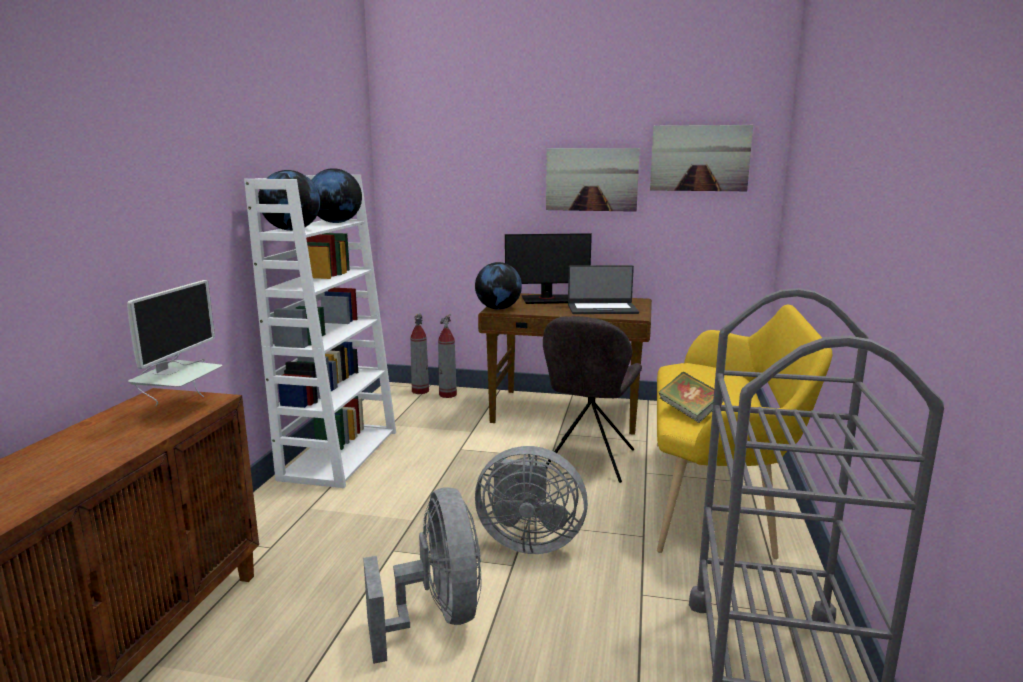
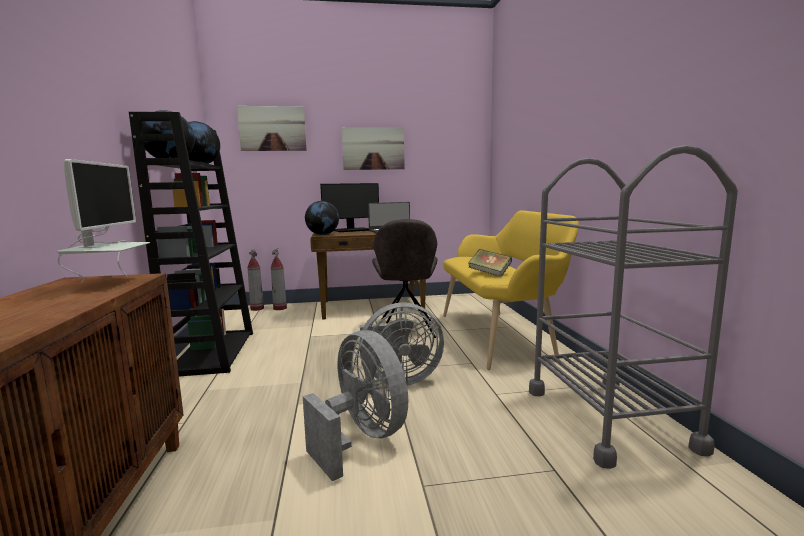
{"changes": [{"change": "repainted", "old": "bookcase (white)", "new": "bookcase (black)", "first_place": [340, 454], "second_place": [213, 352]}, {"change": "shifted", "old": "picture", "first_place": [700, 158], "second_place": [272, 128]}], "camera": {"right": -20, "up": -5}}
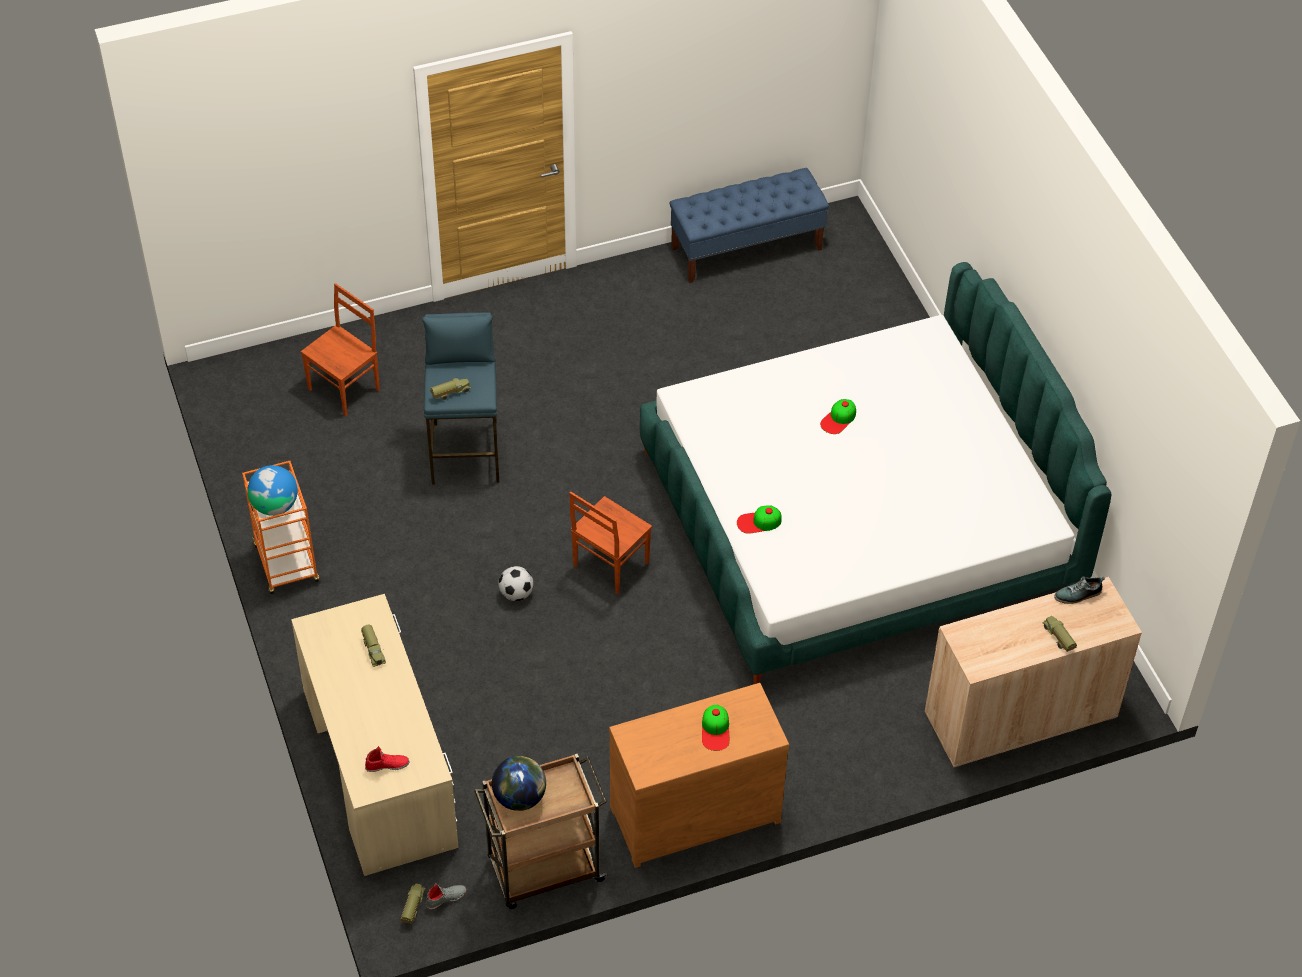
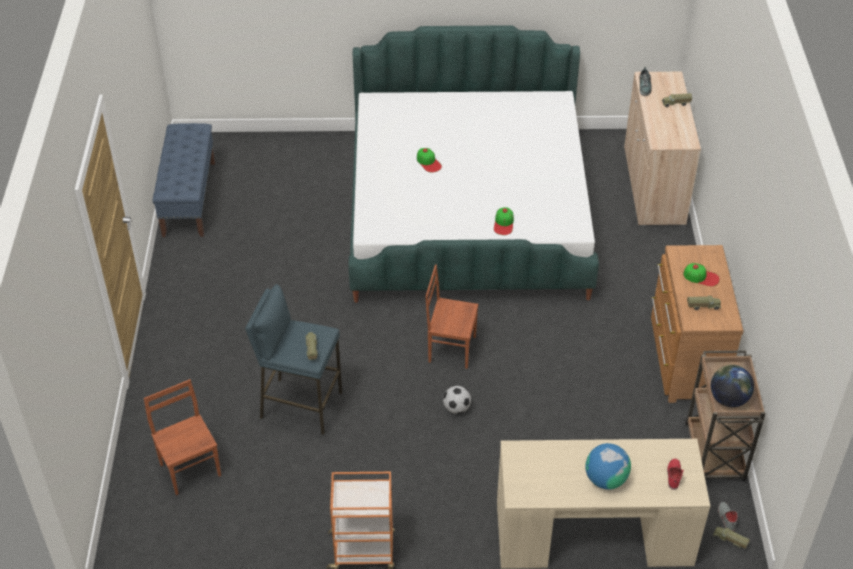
{"changes": [{"change": "rotated", "old": "chair (brown)", "first_place": [609, 564], "second_place": [451, 348], "degrees": 135}, {"change": "shifted", "old": "globe", "first_place": [275, 505], "second_place": [605, 479]}, {"change": "shifted", "old": "toy truck", "first_place": [374, 650], "second_place": [703, 306]}], "camera": {"right": -70, "up": -5}}
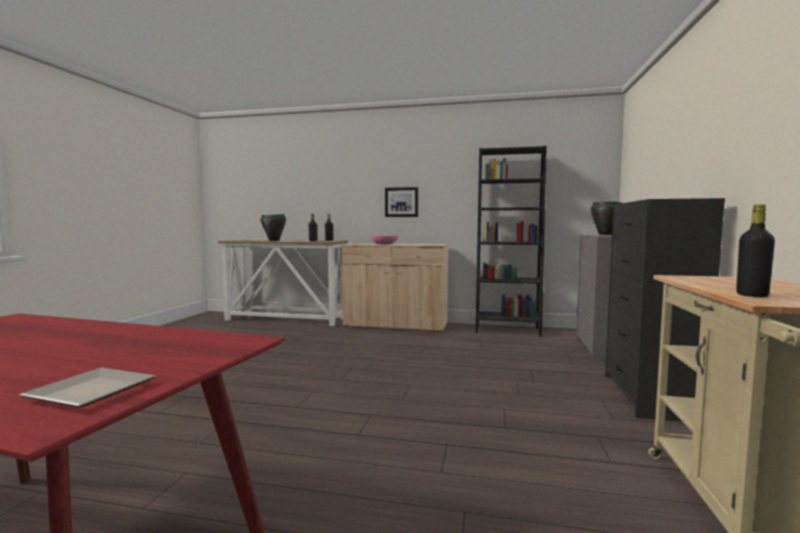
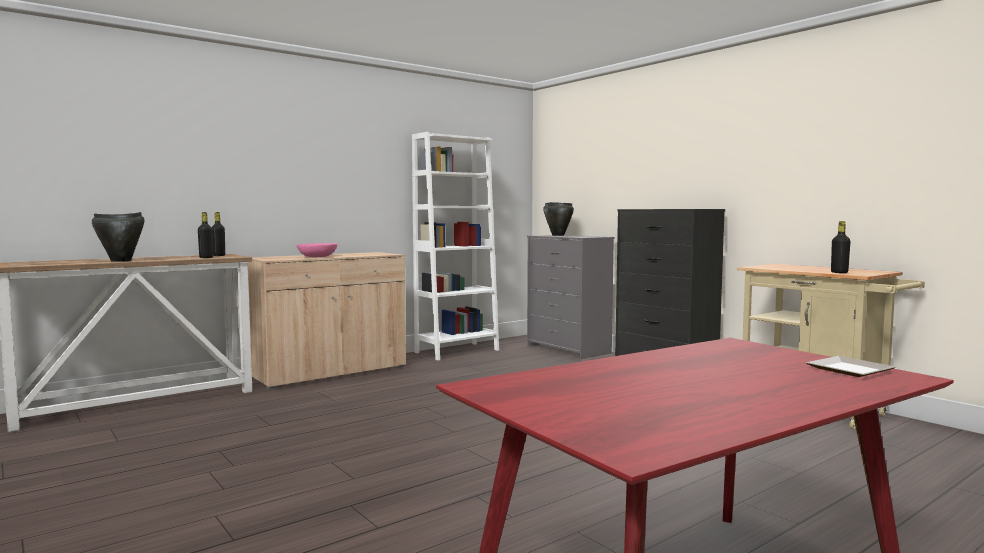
{"changes": [{"change": "repainted", "old": "bookcase (black)", "new": "bookcase (white)", "first_place": [507, 330], "second_place": [457, 351]}, {"change": "gone", "old": "picture", "first_place": [401, 202]}], "camera": {"right": -50, "up": 0}}
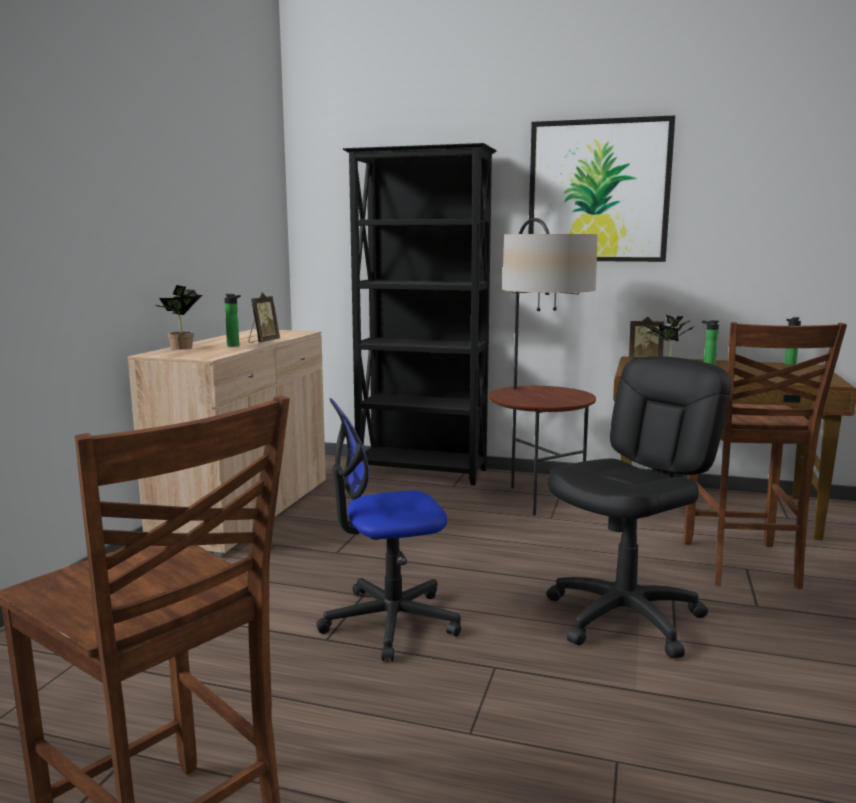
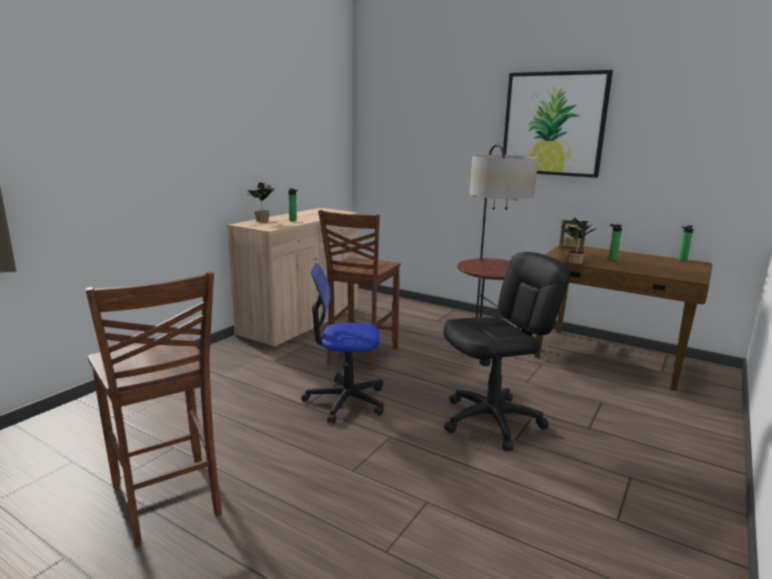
{"changes": [{"change": "shifted", "old": "chair (brown)", "first_place": [741, 565], "second_place": [360, 355]}, {"change": "gone", "old": "picture frame", "first_place": [263, 342]}, {"change": "gone", "old": "bookcase (black)", "first_place": [422, 472]}], "camera": {"right": 15, "up": 5}}
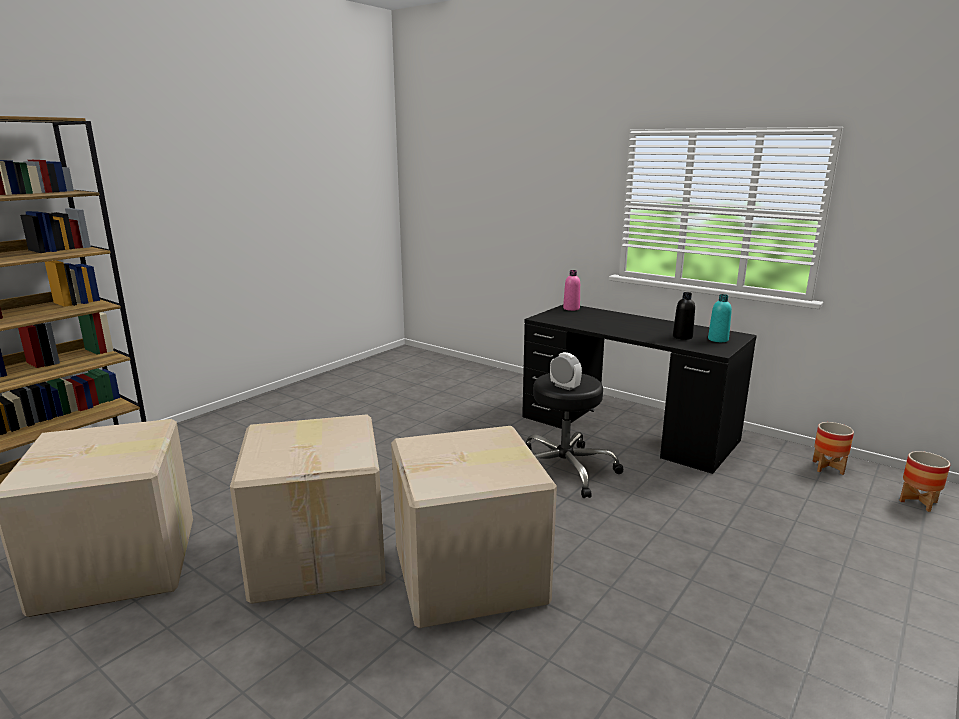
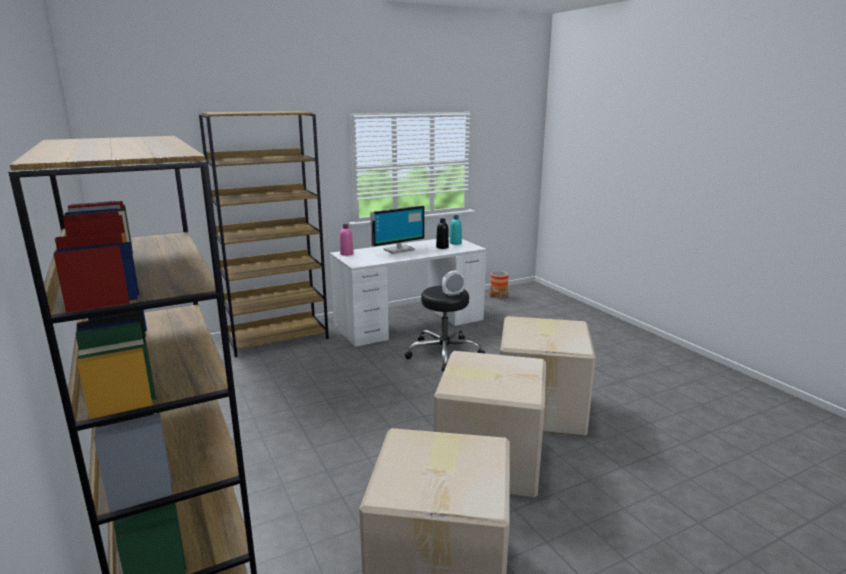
{"changes": [{"change": "new", "new": "bookcase (brown)", "second_place": [278, 338]}, {"change": "repainted", "old": "desk (black)", "new": "desk (white)", "first_place": [627, 428], "second_place": [410, 322]}, {"change": "new", "new": "monitor", "second_place": [398, 249]}, {"change": "gone", "old": "planter", "first_place": [918, 501]}], "camera": {"right": -65, "up": 0}}
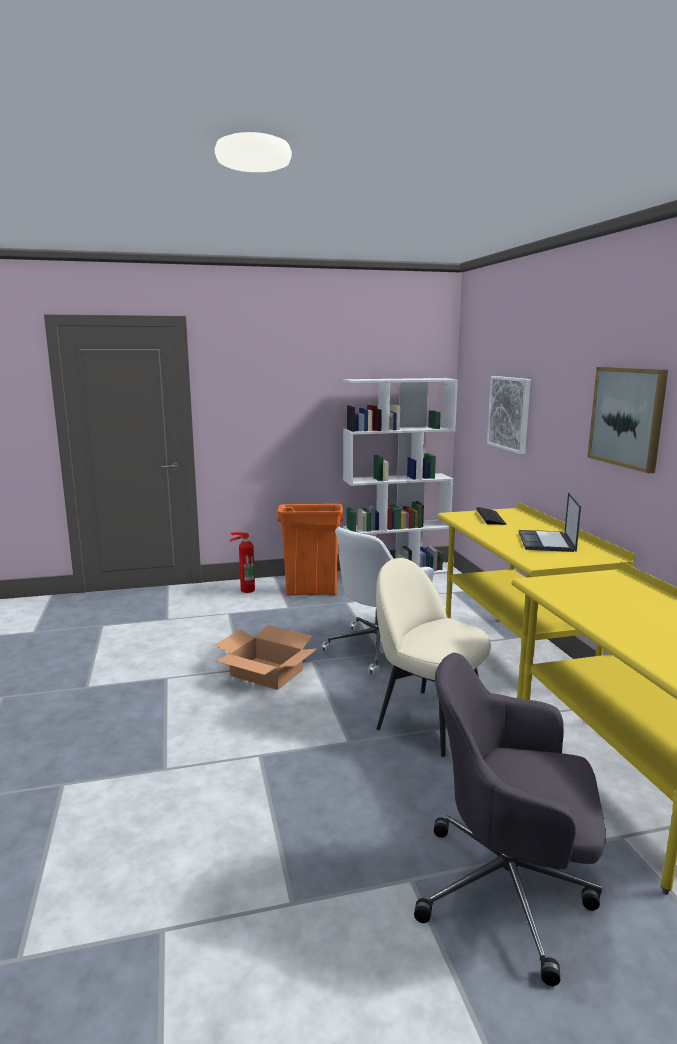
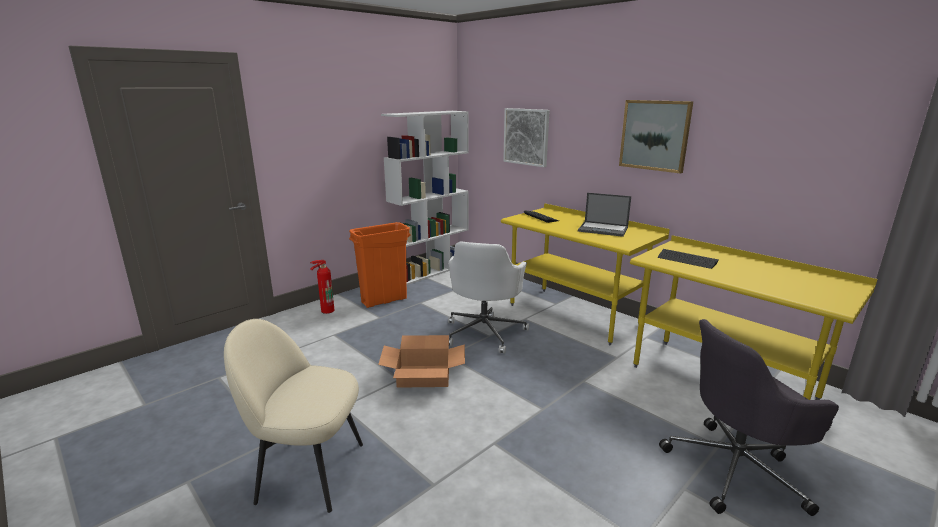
{"changes": [{"change": "shifted", "old": "chair (beige)", "first_place": [428, 720], "second_place": [308, 471]}, {"change": "rotated", "old": "laptop", "first_place": [546, 542], "second_place": [603, 229], "degrees": -45}, {"change": "new", "new": "keyboard", "second_place": [686, 260]}], "camera": {"right": -30, "up": 5}}
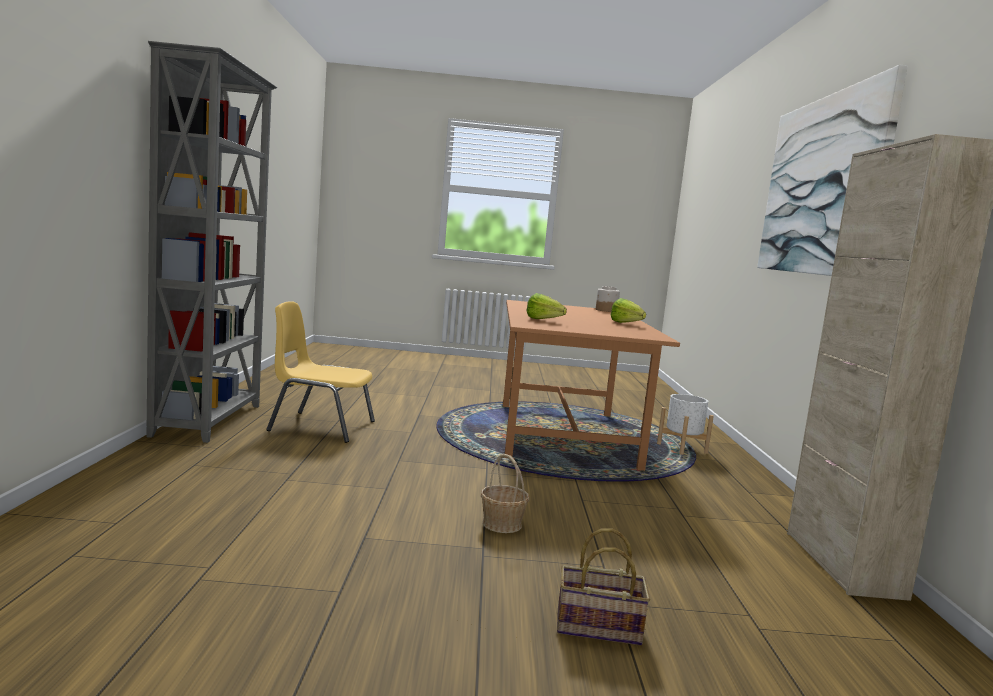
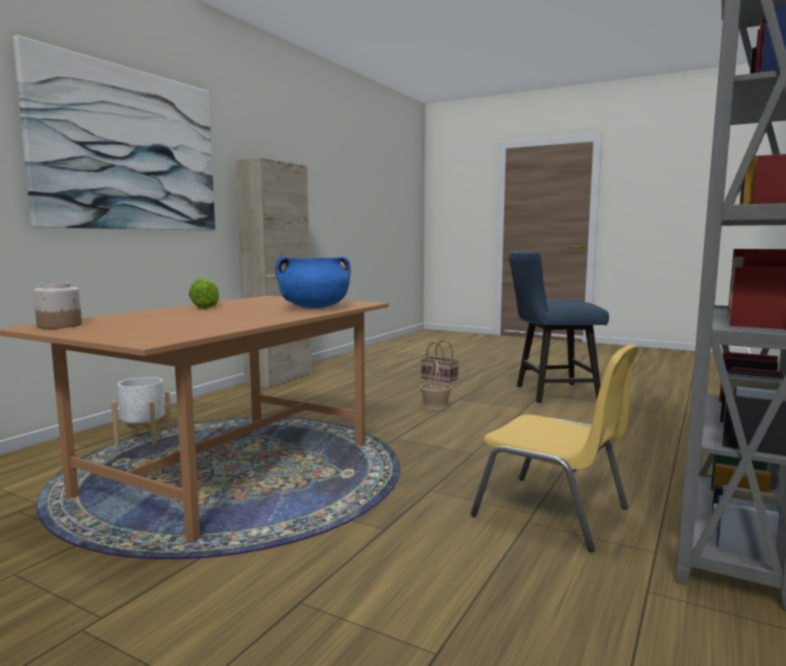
{"changes": [{"change": "swapped", "old": "lettuce", "new": "cooking pot (blue)", "first_place": [546, 320], "second_place": [314, 307]}, {"change": "new", "new": "chair (blue)", "second_place": [550, 393]}], "camera": {"right": -150, "up": 0}}
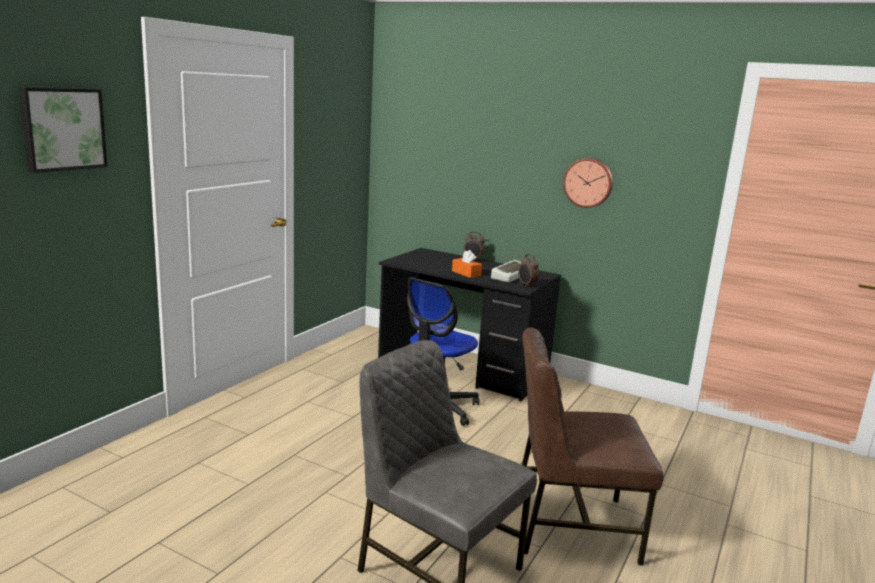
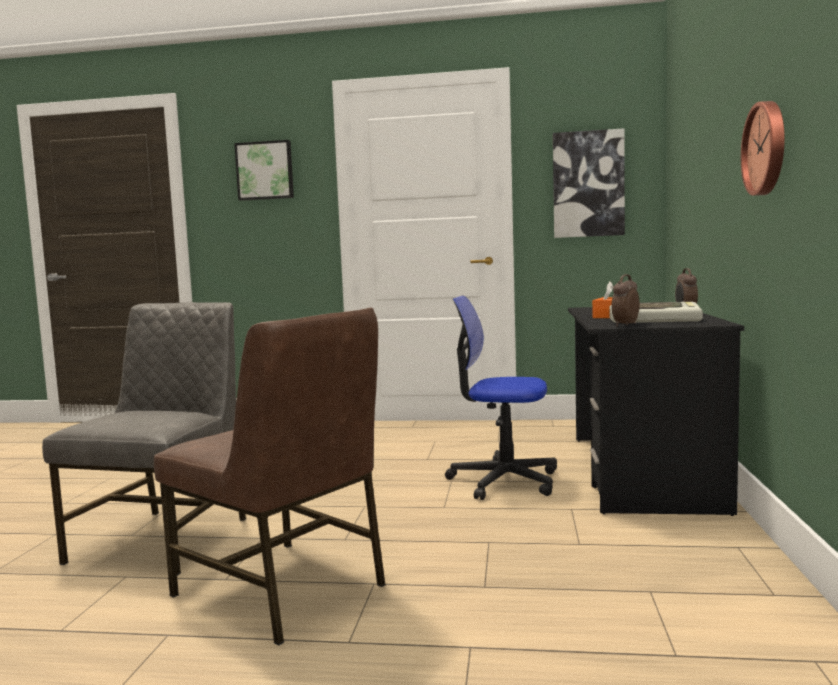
{"changes": [{"change": "rotated", "old": "chair (brown)", "first_place": [571, 526], "second_place": [283, 590], "degrees": 150}, {"change": "new", "new": "picture", "second_place": [588, 184]}], "camera": {"right": 70, "up": -10}}
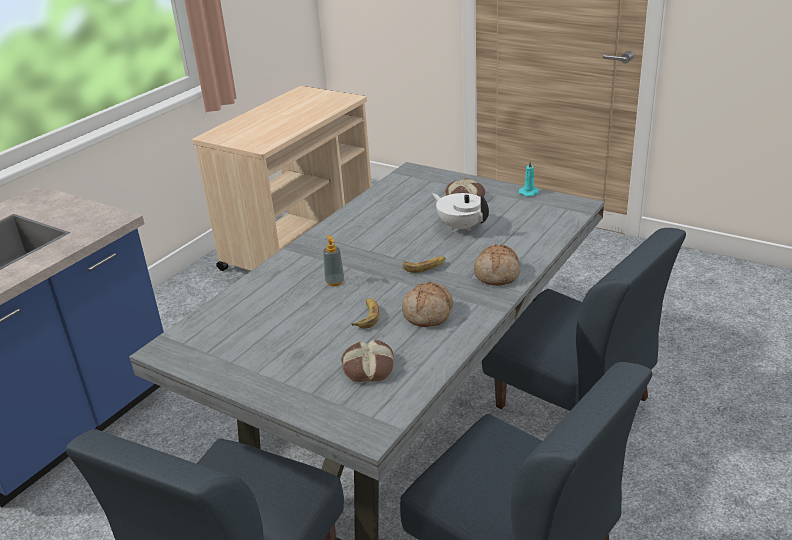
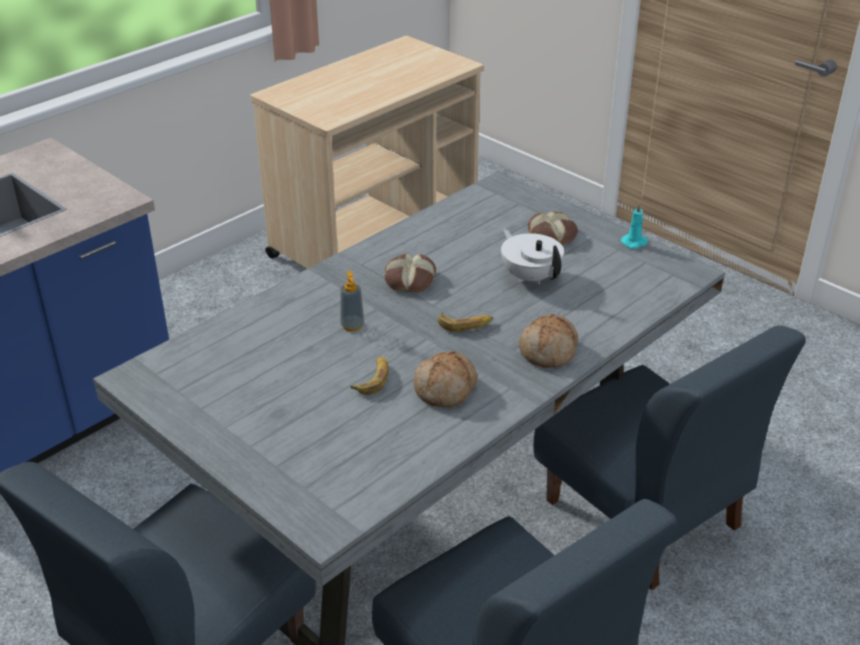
{"changes": [{"change": "shifted", "old": "bread", "first_place": [368, 367], "second_place": [409, 279]}], "camera": {"right": 10, "up": 5}}
